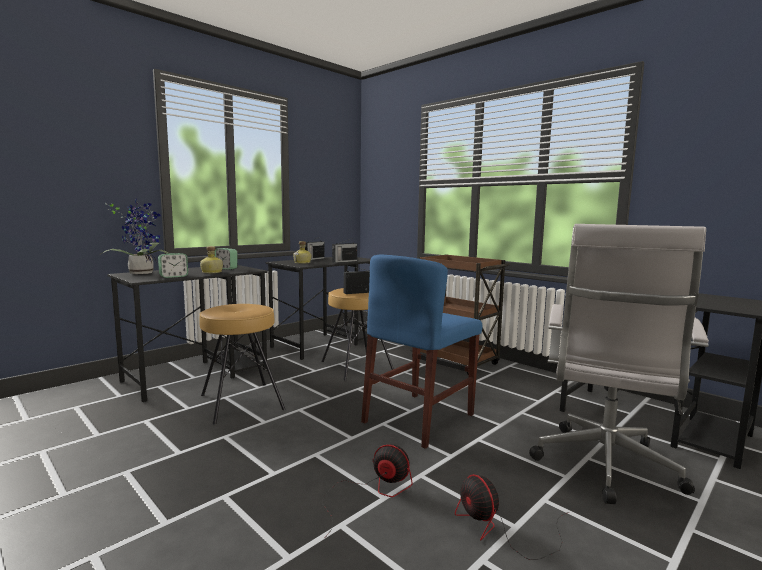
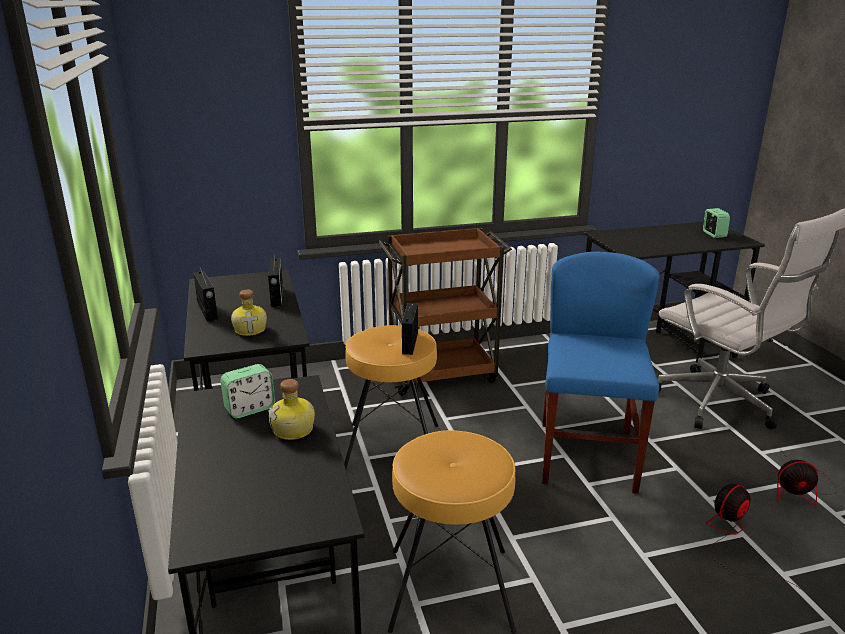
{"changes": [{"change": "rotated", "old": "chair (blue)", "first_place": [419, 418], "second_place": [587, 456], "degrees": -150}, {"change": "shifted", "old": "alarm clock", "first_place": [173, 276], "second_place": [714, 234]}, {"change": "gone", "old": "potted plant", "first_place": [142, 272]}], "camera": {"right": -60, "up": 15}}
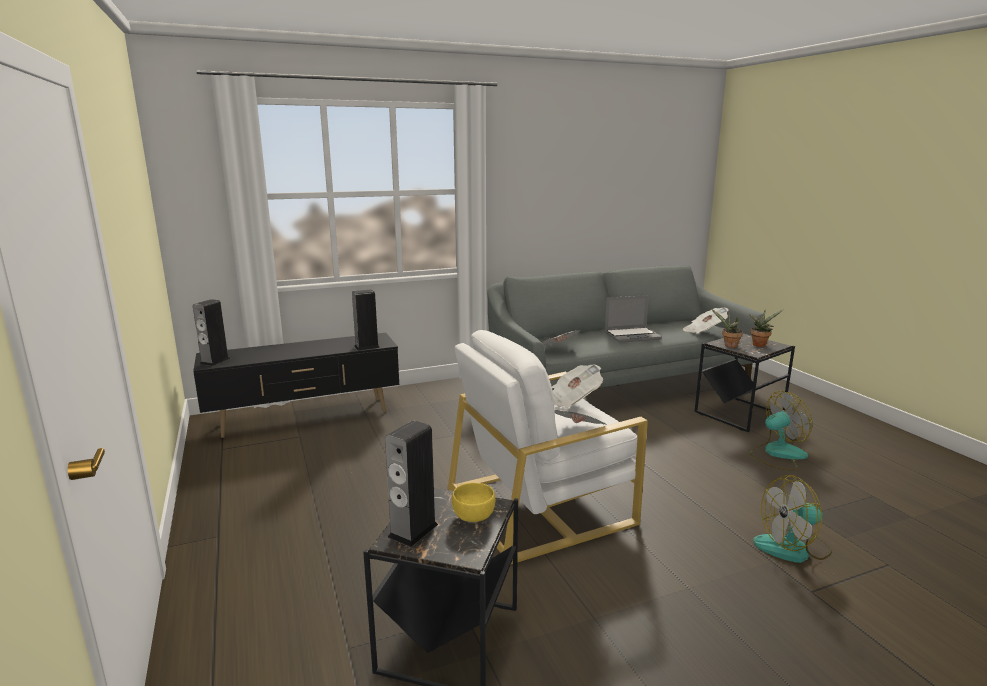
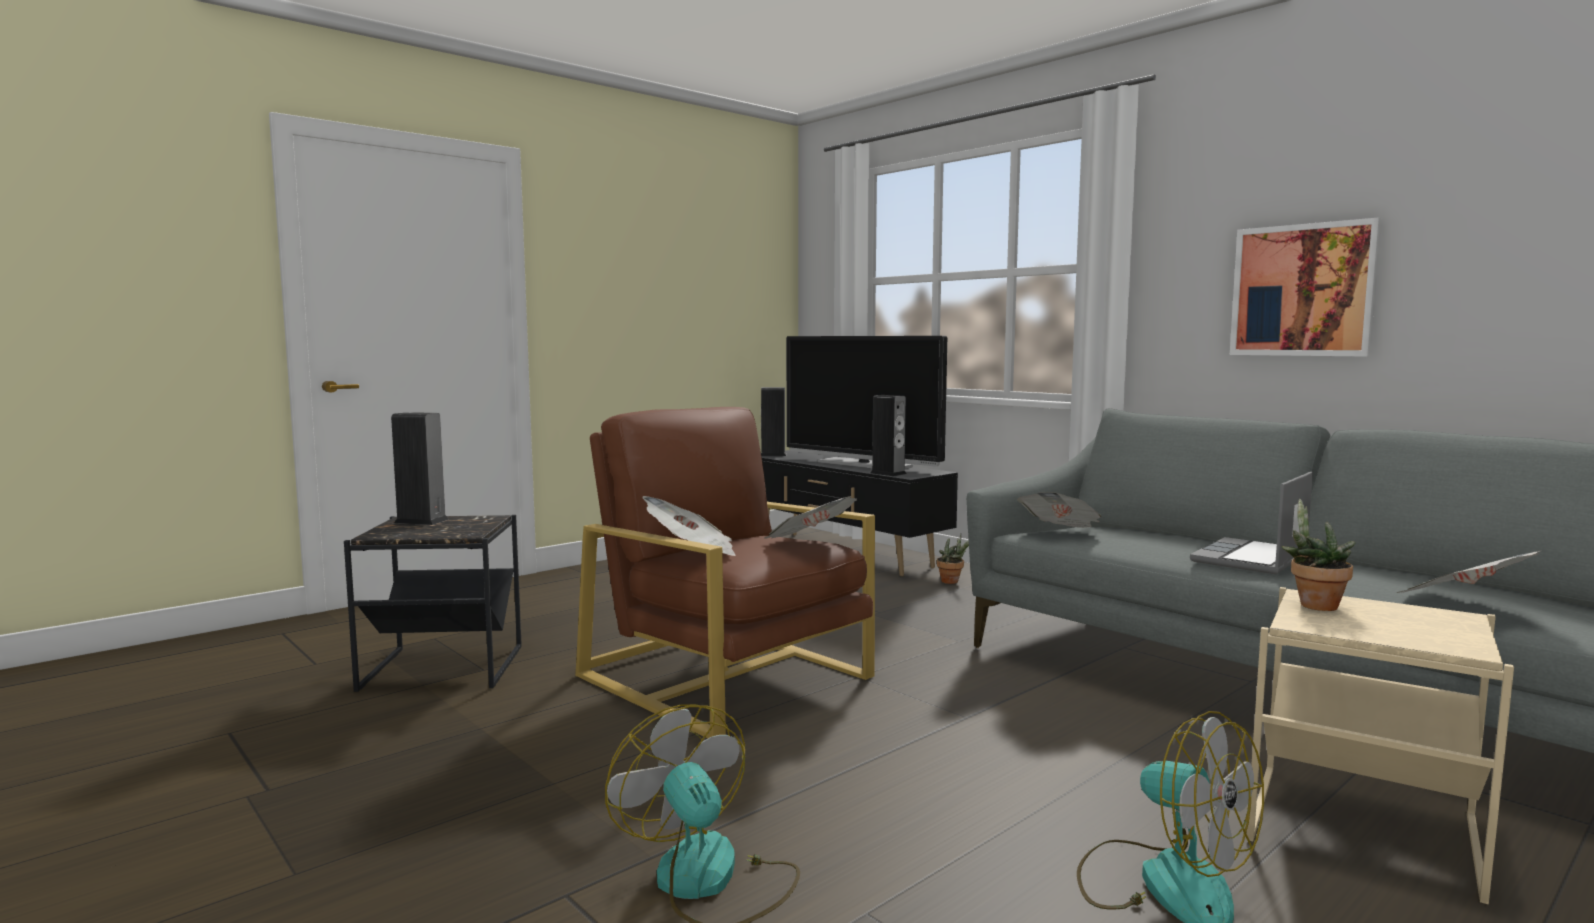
{"changes": [{"change": "repainted", "old": "armchair (white)", "new": "armchair (brown)", "first_place": [541, 504], "second_place": [727, 677]}, {"change": "new", "new": "television", "second_place": [863, 464]}, {"change": "shifted", "old": "potted plant", "first_place": [760, 344], "second_place": [952, 582]}, {"change": "rotated", "old": "laptop", "first_place": [632, 336], "second_place": [1251, 559], "degrees": 75}, {"change": "new", "new": "picture", "second_place": [1303, 290]}, {"change": "repainted", "old": "side table (black)", "new": "side table (beige)", "first_place": [738, 414], "second_place": [1360, 828]}, {"change": "gone", "old": "bowl (yellow)", "first_place": [474, 516]}], "camera": {"right": 70, "up": -10}}
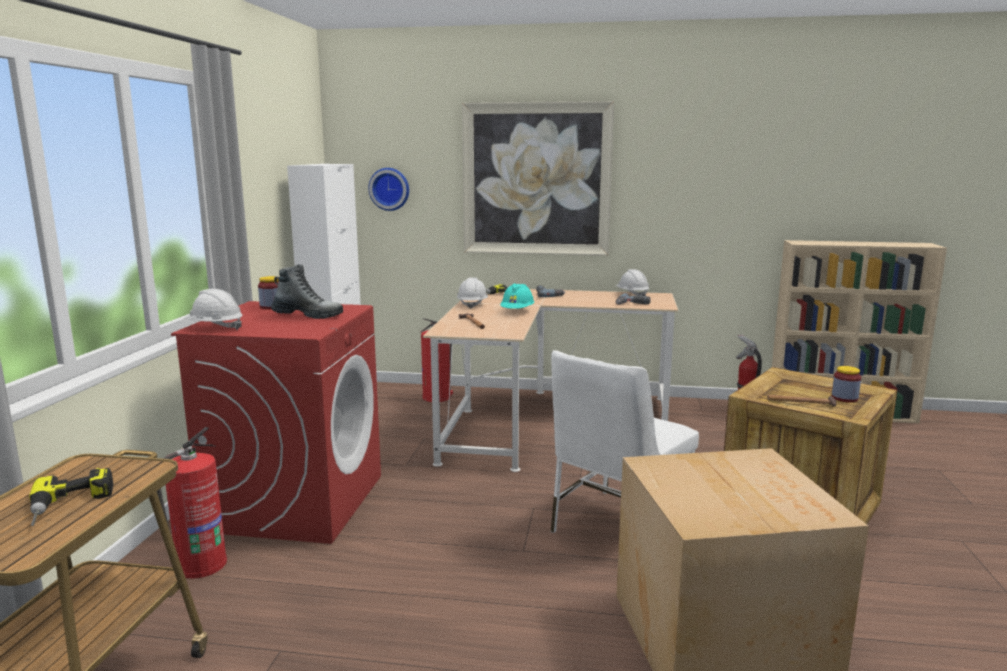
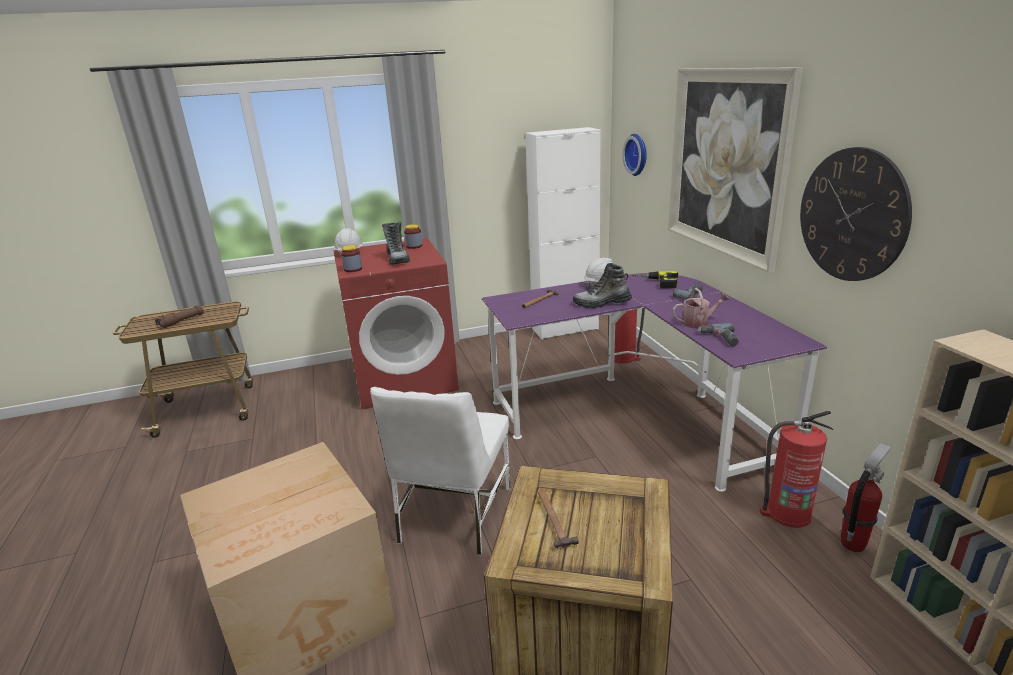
{"changes": [{"change": "swapped", "old": "power drill", "new": "flashlight (brown)", "first_place": [71, 505], "second_place": [182, 322]}, {"change": "shifted", "old": "jar", "first_place": [844, 398], "second_place": [353, 269]}, {"change": "rotated", "old": "chair (white)", "first_place": [616, 526], "second_place": [453, 515], "degrees": -90}, {"change": "repainted", "old": "desk (beige)", "new": "desk (purple)", "first_place": [540, 418], "second_place": [637, 415]}, {"change": "swapped", "old": "hard hat (turquoise)", "new": "boot", "first_place": [517, 311], "second_place": [602, 303]}, {"change": "new", "new": "watering can", "second_place": [698, 323]}, {"change": "shifted", "old": "fire extinguisher", "first_place": [200, 565], "second_place": [787, 513]}, {"change": "new", "new": "wall clock", "second_place": [852, 215]}, {"change": "gone", "old": "hard hat (white)", "first_place": [632, 295]}], "camera": {"right": 65, "up": 10}}
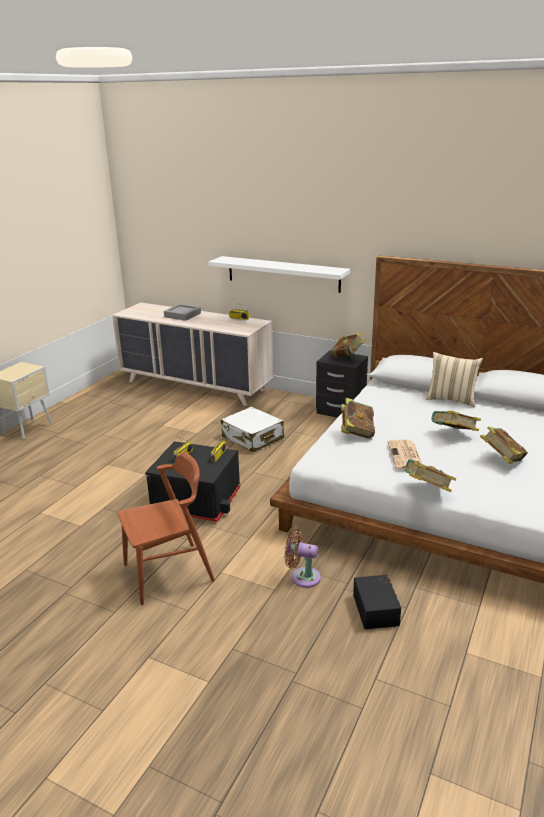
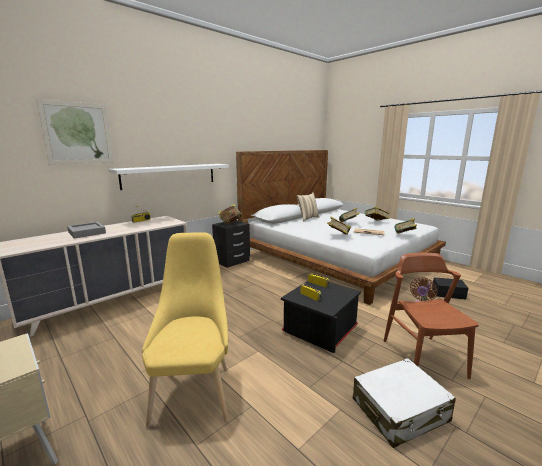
{"changes": [{"change": "new", "new": "picture", "second_place": [78, 133]}, {"change": "new", "new": "chair (yellow)", "second_place": [194, 390]}, {"change": "shifted", "old": "suitcase (white)", "first_place": [252, 438], "second_place": [400, 410]}], "camera": {"right": -70, "up": -10}}
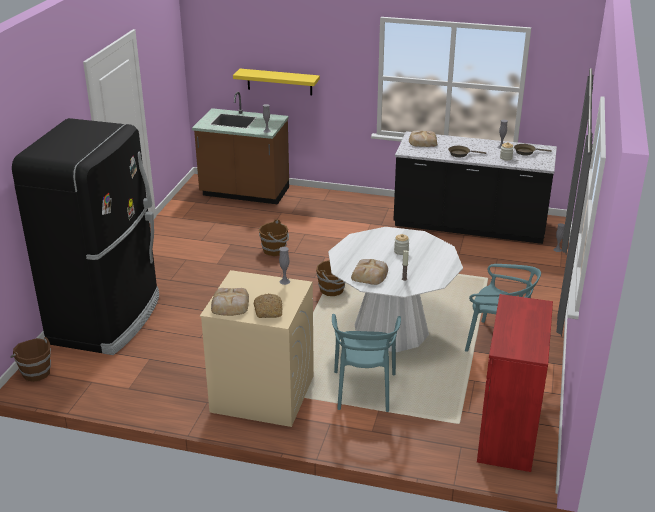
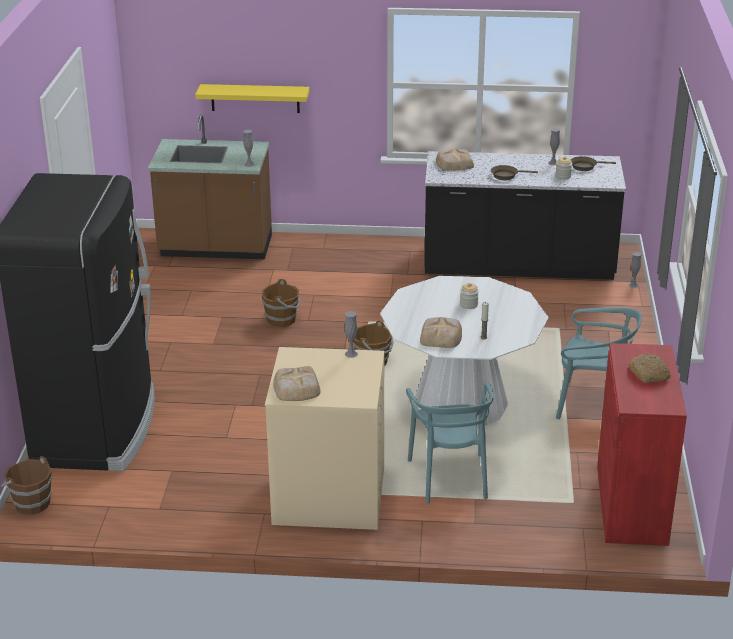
{"changes": [{"change": "shifted", "old": "bread", "first_place": [269, 311], "second_place": [649, 374]}], "camera": {"right": -10, "up": 0}}
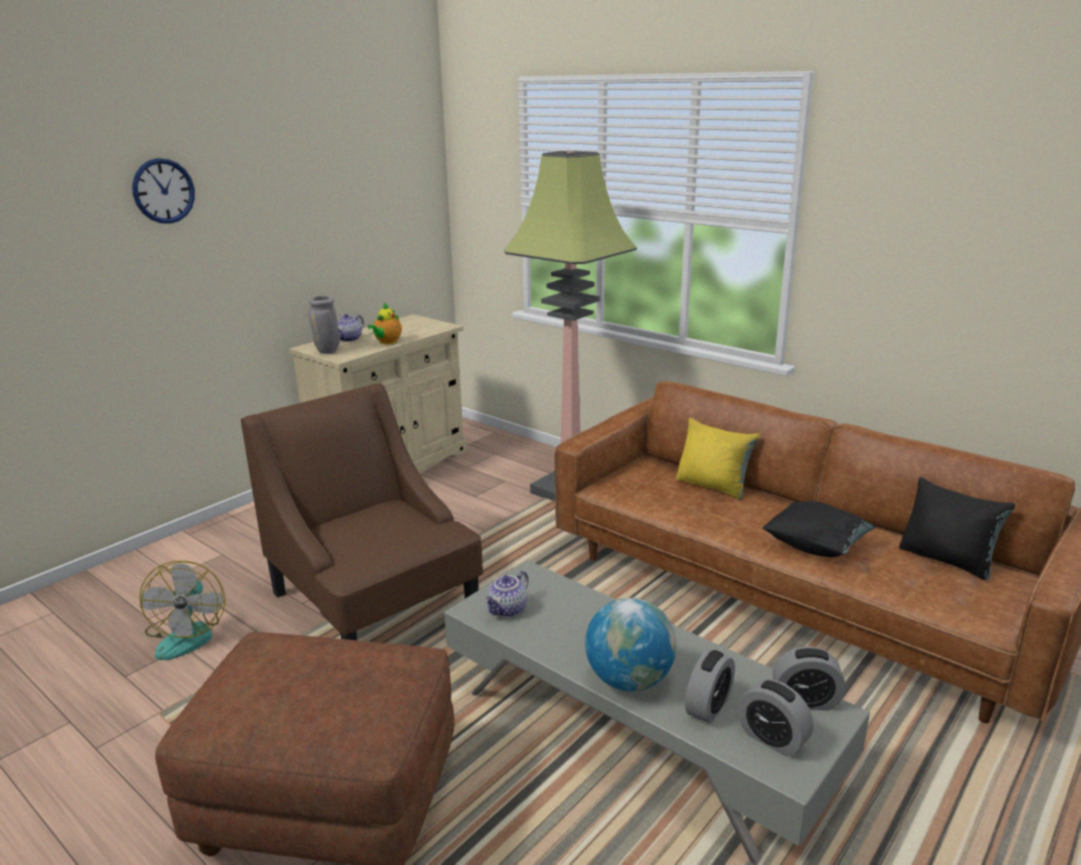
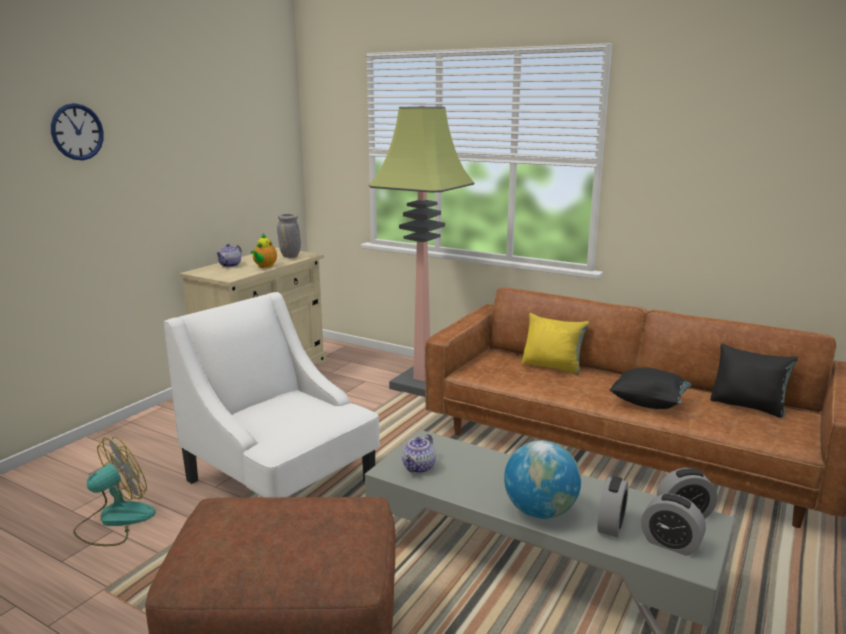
{"changes": [{"change": "rotated", "old": "fan", "first_place": [188, 634], "second_place": [115, 521], "degrees": -120}, {"change": "repainted", "old": "armchair (brown)", "new": "armchair (white)", "first_place": [374, 603], "second_place": [281, 481]}, {"change": "shifted", "old": "vase (grey)", "first_place": [328, 351], "second_place": [290, 256]}], "camera": {"right": -10, "up": -5}}
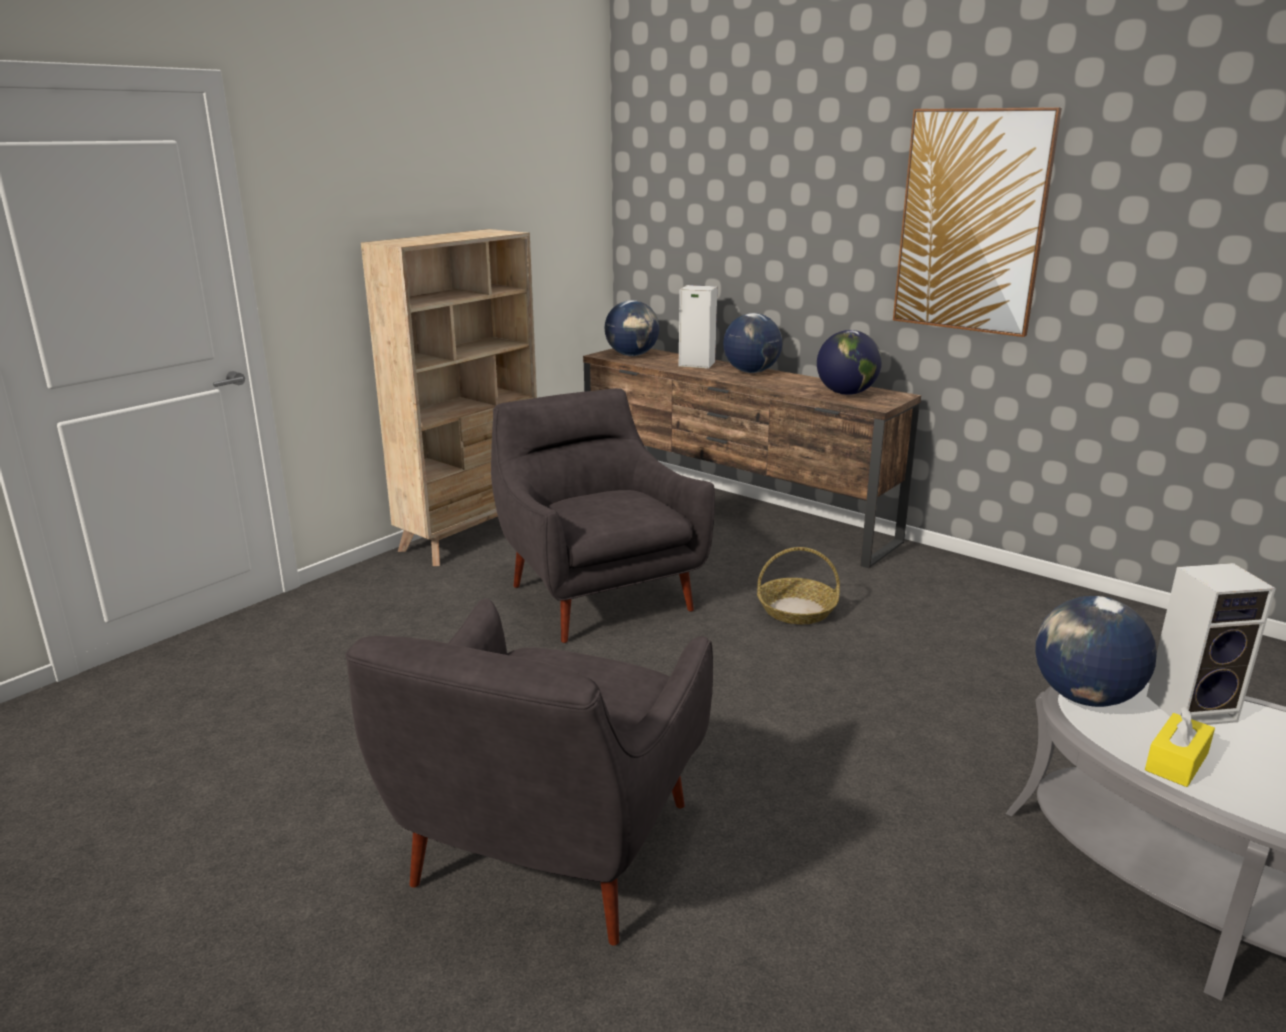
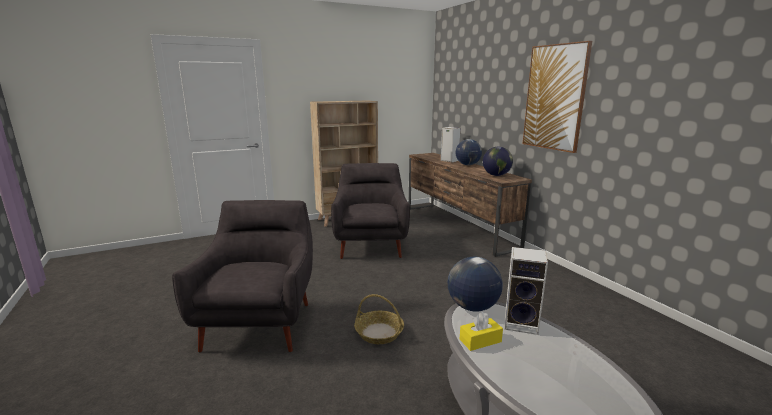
{"changes": [{"change": "rotated", "old": "armchair (grey)", "first_place": [547, 854], "second_place": [260, 322], "degrees": 135}, {"change": "shifted", "old": "basket", "first_place": [796, 610], "second_place": [378, 333]}, {"change": "gone", "old": "globe", "first_place": [632, 355]}], "camera": {"right": 25, "up": -5}}
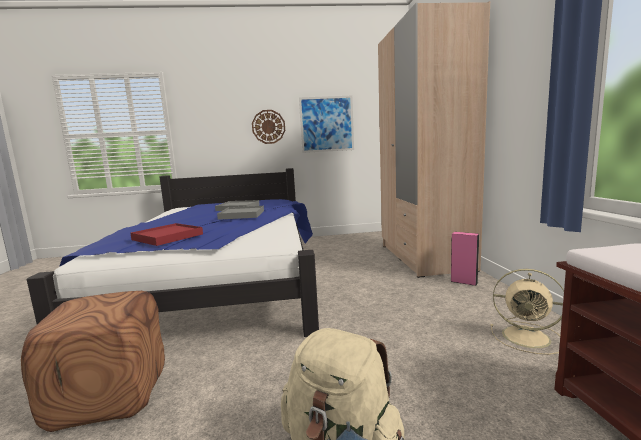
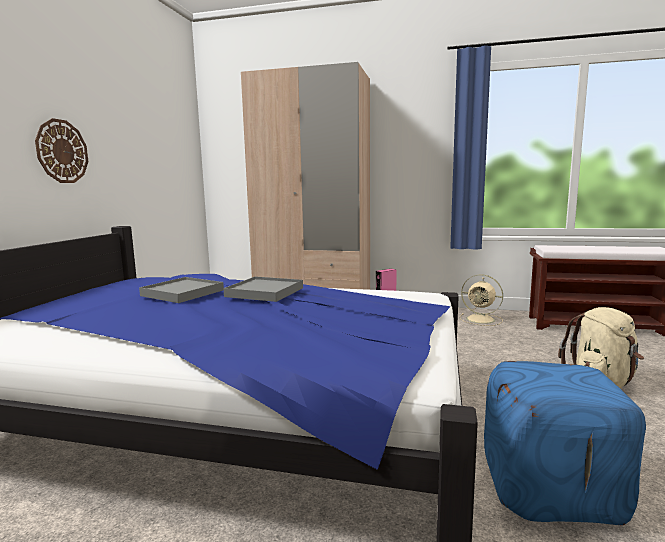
{"changes": [{"change": "rotated", "old": "fan (beige)", "first_place": [528, 337], "second_place": [481, 319], "degrees": 75}, {"change": "repainted", "old": "ottoman (brown)", "new": "ottoman (blue)", "first_place": [108, 396], "second_place": [550, 488]}, {"change": "gone", "old": "tray (red)", "first_place": [167, 237]}, {"change": "gone", "old": "picture", "first_place": [327, 124]}], "camera": {"right": -70, "up": 0}}
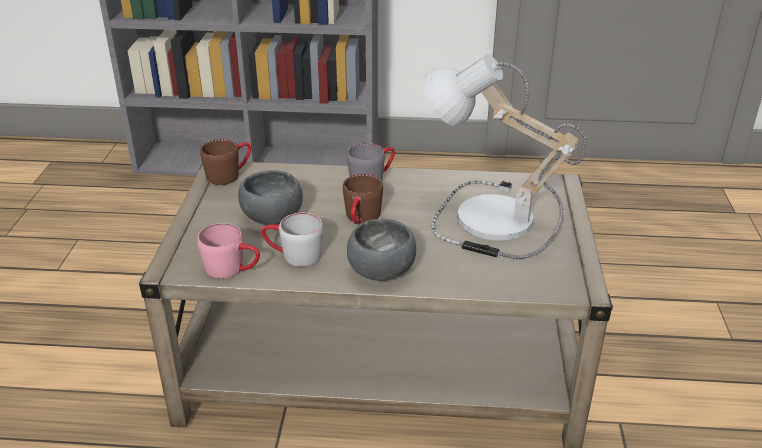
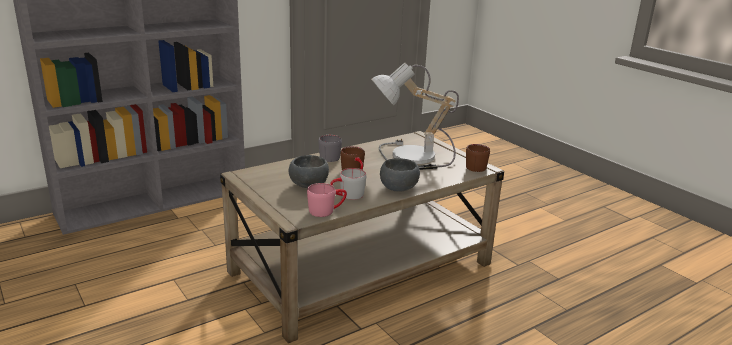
{"changes": [{"change": "shifted", "old": "mug (brown)", "first_place": [229, 174], "second_place": [475, 165]}], "camera": {"right": -40, "up": -10}}
